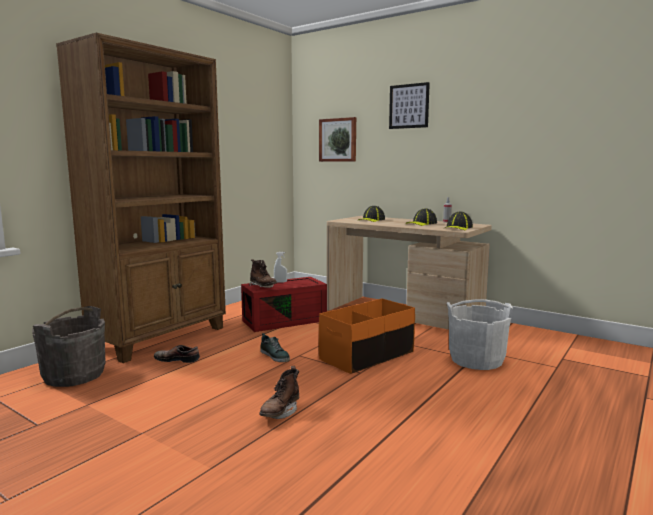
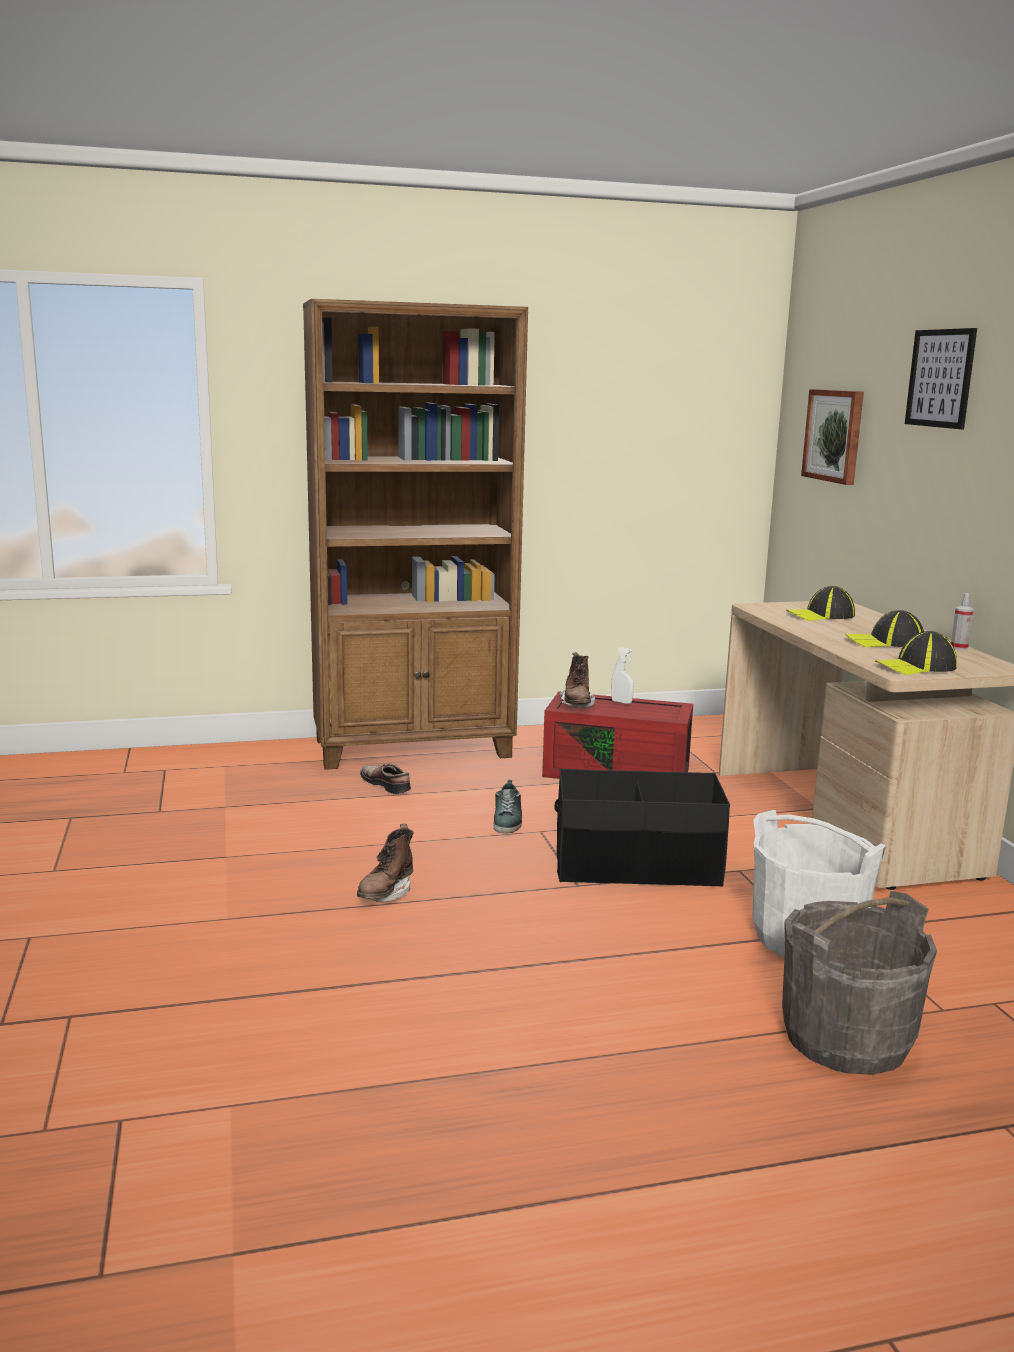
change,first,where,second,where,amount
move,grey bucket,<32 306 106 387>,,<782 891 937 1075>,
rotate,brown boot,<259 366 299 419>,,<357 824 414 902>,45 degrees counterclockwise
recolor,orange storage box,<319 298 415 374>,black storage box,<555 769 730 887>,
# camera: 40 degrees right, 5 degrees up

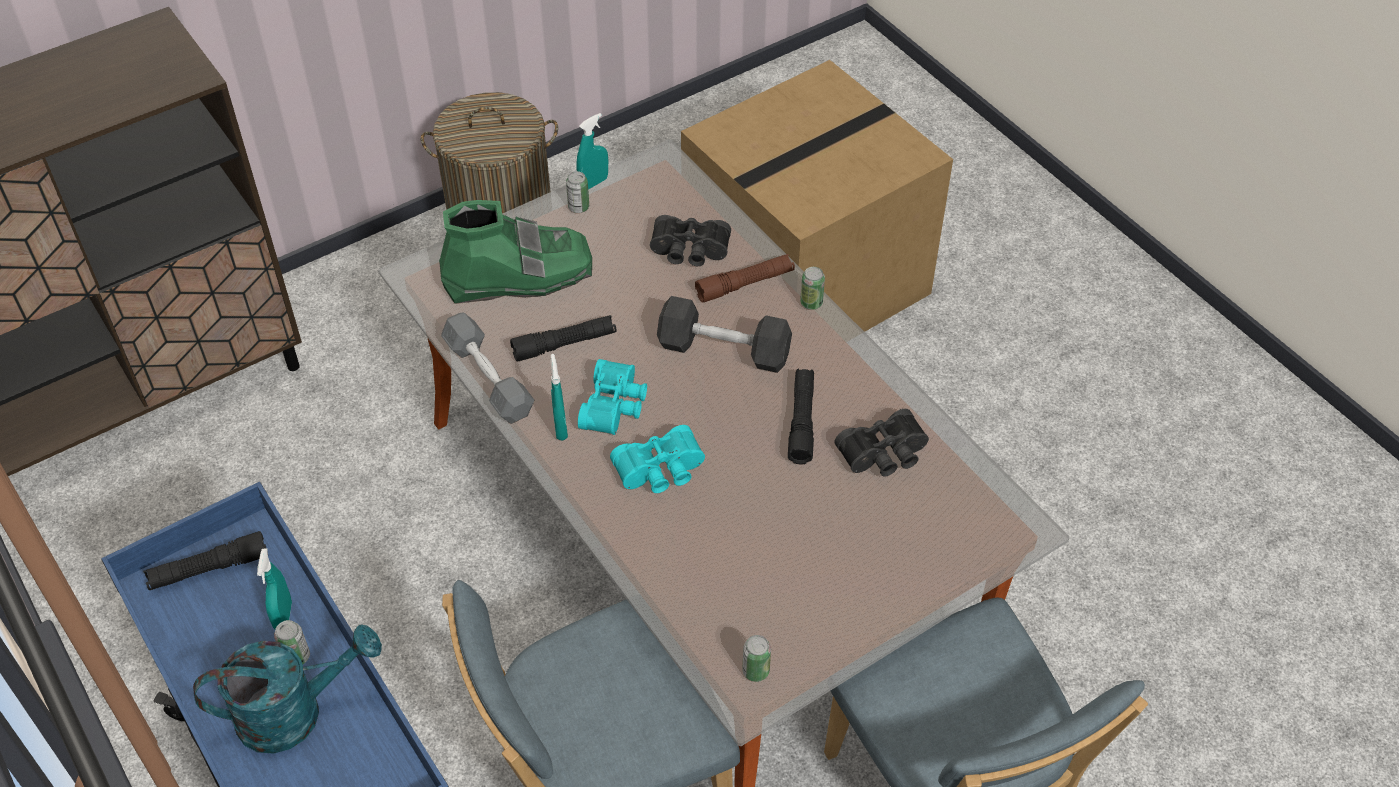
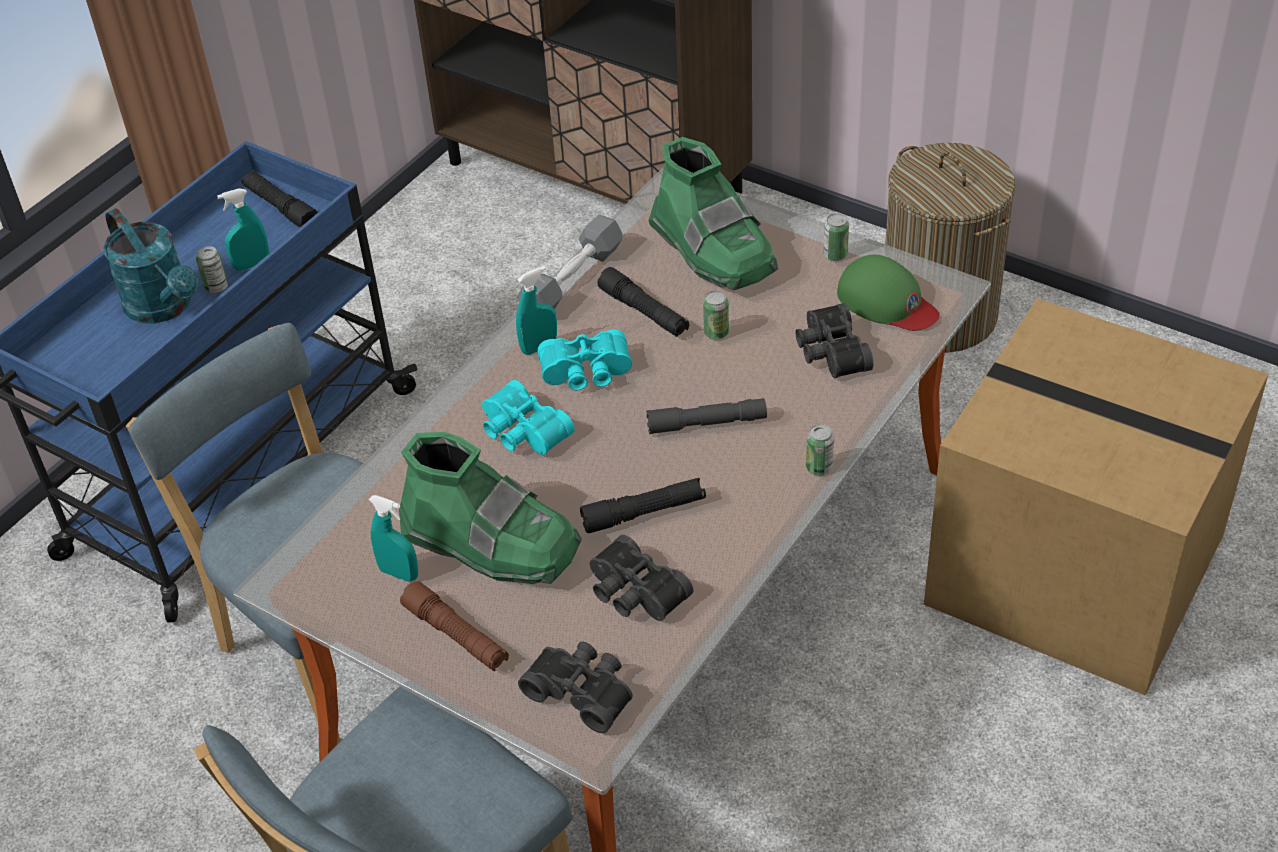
change,first,where,second,where,amount
move,turquoise spray bottle,<577 113 608 189>,,<369 495 418 582>,
replace,grey dumbbell,<657 296 792 373>,grey flashlight,<646 398 767 434>,
move,brown flashlight,<695 254 795 302>,,<400 581 509 671>,
move,can,<742 635 771 682>,,<703 291 729 339>,
insert,,,green boot,<399 432 582 584>,
insert,,,black binoculars,<518 641 633 733>,
insert,,,green cap,<837 255 939 331>,
# camera: 70 degrees right, 5 degrees down

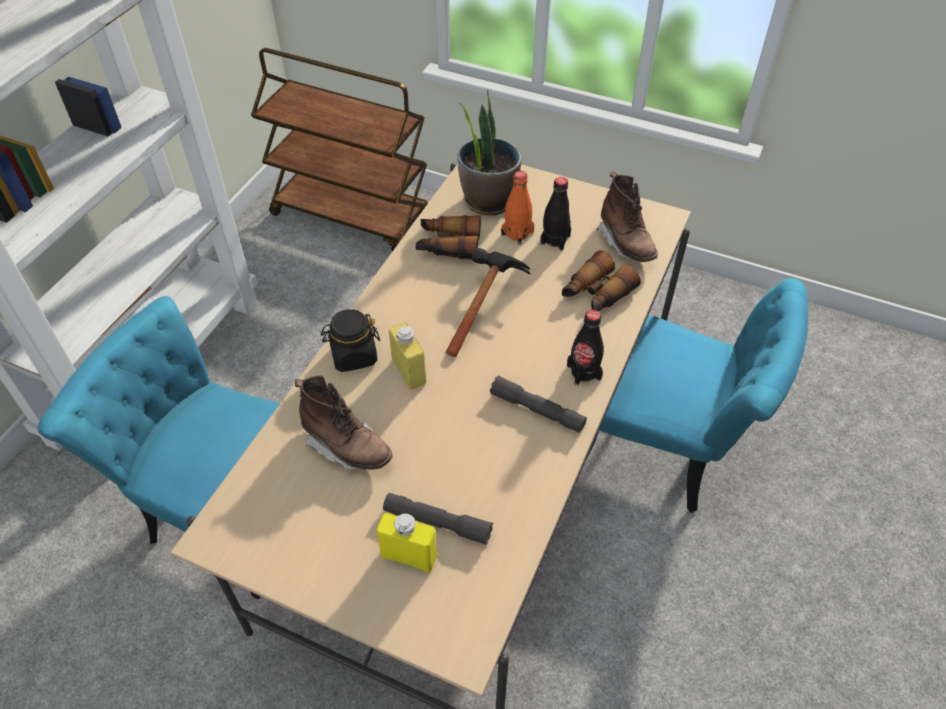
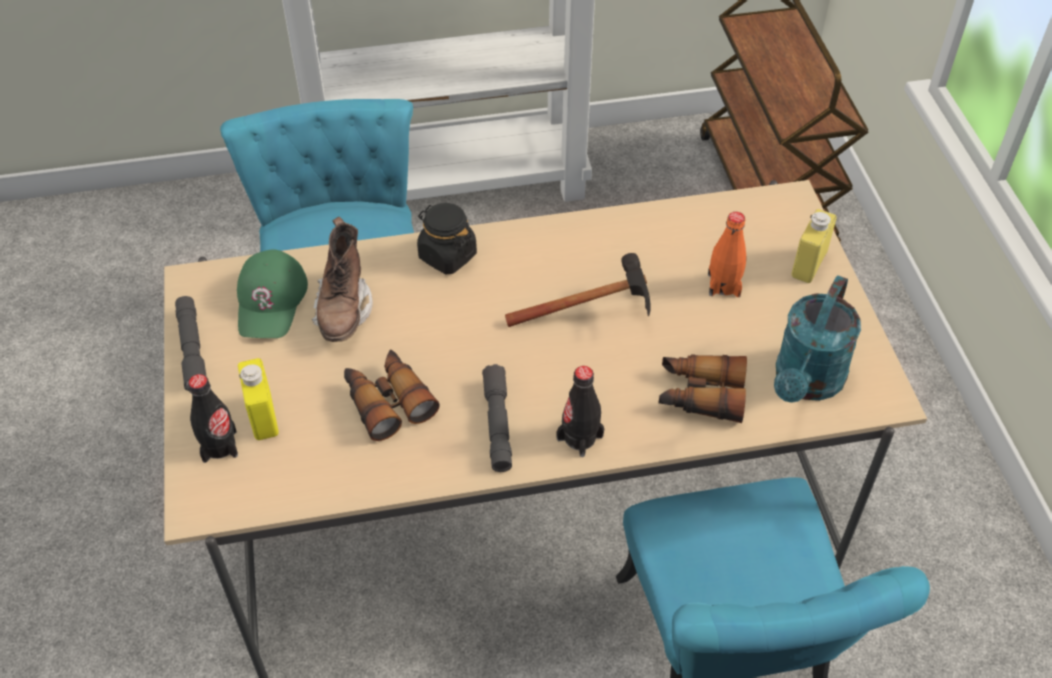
change,first,where,second,where,amount
move,grey flashlight,<383 493 493 545>,,<175 296 207 392>,
move,yellow bottle,<389 322 426 390>,,<792 209 837 283>,
move,binoculars,<416 215 481 260>,,<344 350 440 441>,
delete,potted plant,<457 89 522 215>,,,
move,black bottle,<540 177 571 251>,,<188 374 238 463>,
replace,brown boot,<596 171 658 262>,turquoise watering can,<774 275 861 403>,
insert,,,green cap,<237 250 308 338>,
# camera: 55 degrees right, 0 degrees up

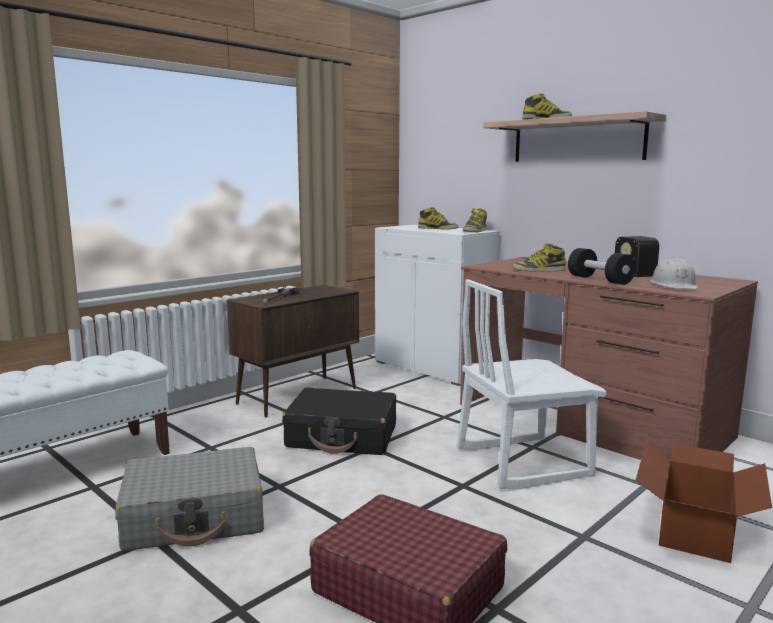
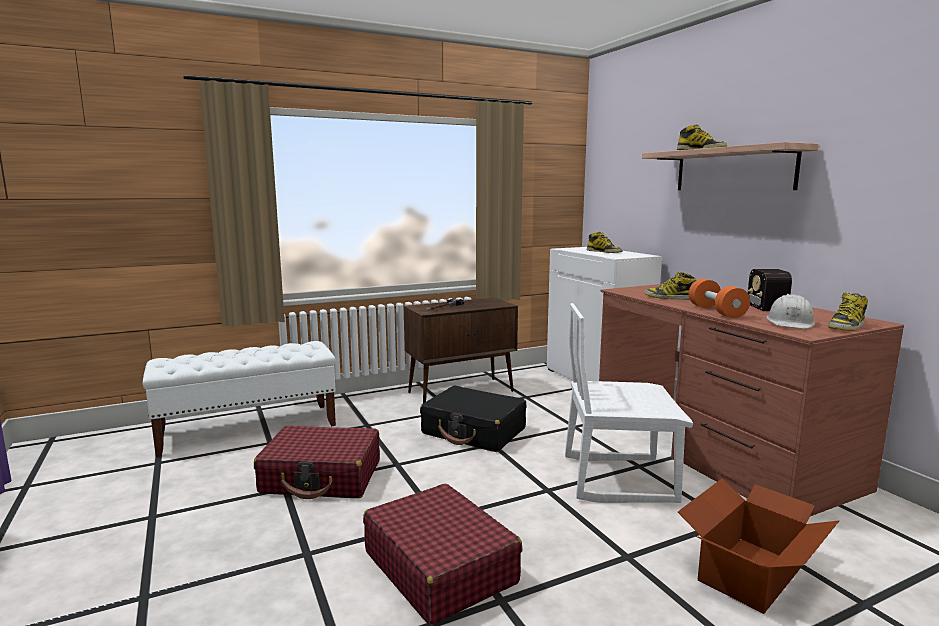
change,first,where,second,where,amount
recolor,grey suitcase,<115 447 264 551>,red suitcase,<254 425 380 499>,
move,boot,<463 208 487 232>,,<828 293 868 331>,
recolor,black dumbbell,<568 248 636 285>,orange dumbbell,<689 279 750 318>,
# camera: 20 degrees right, 0 degrees up

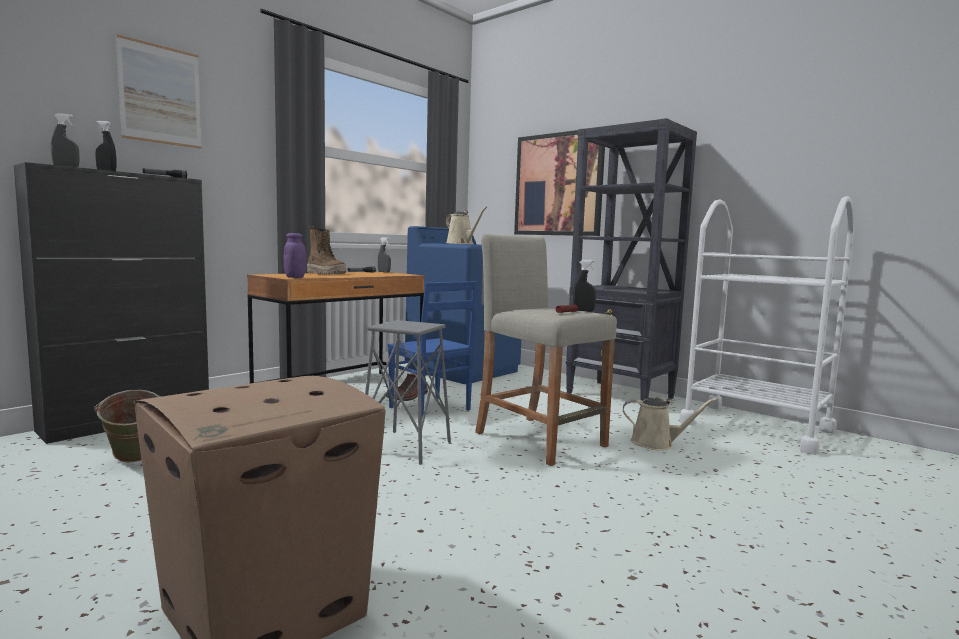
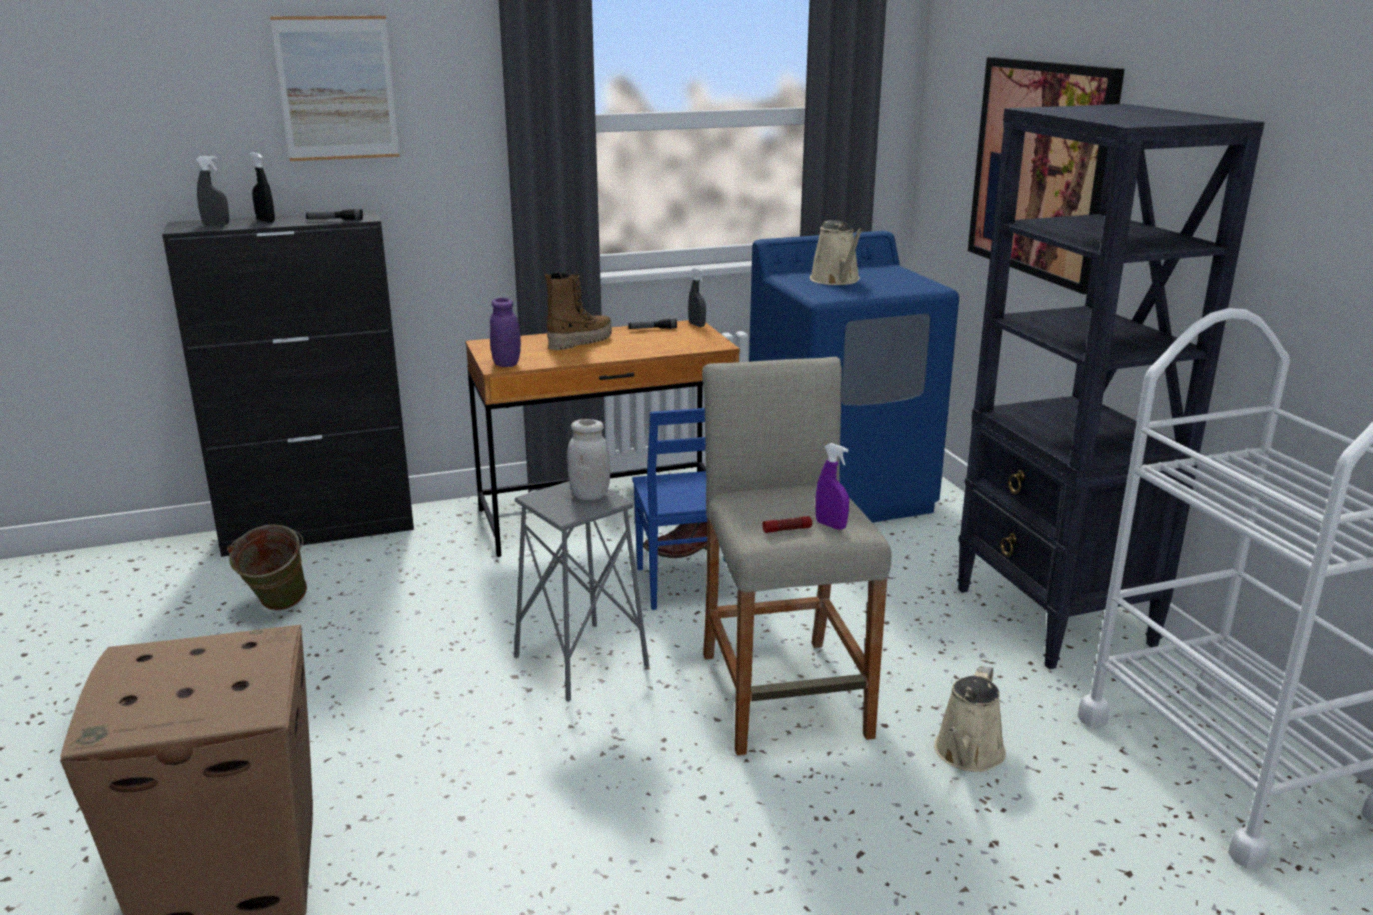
change,first,where,second,where,amount
rotate,boot,<307 226 346 275>,,<544 272 612 350>,105 degrees counterclockwise
recolor,black spray bottle,<573 260 596 311>,purple spray bottle,<815 443 849 530>,
rotate,beige watering can,<623 398 717 450>,,<934 666 1006 772>,75 degrees clockwise
insert,,,white jar,<567 419 610 500>,
# camera: 30 degrees right, 15 degrees up

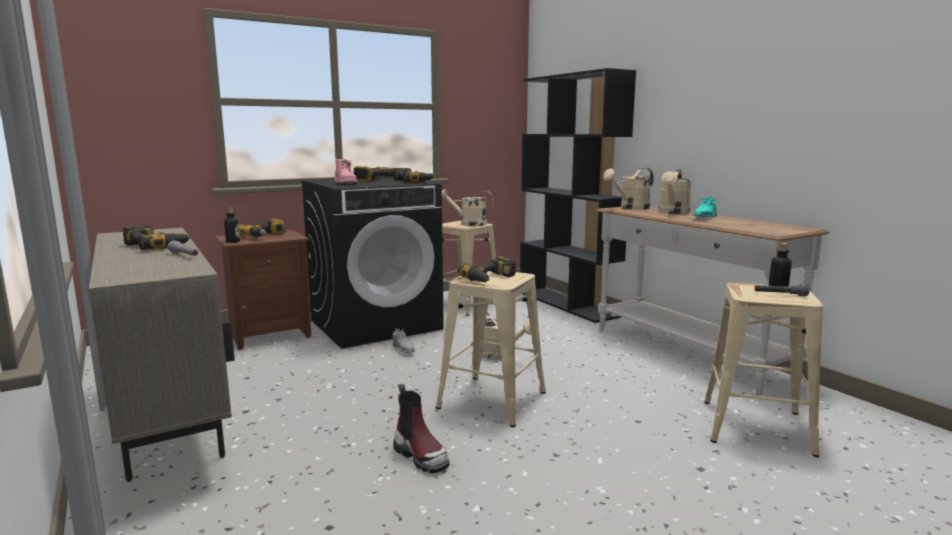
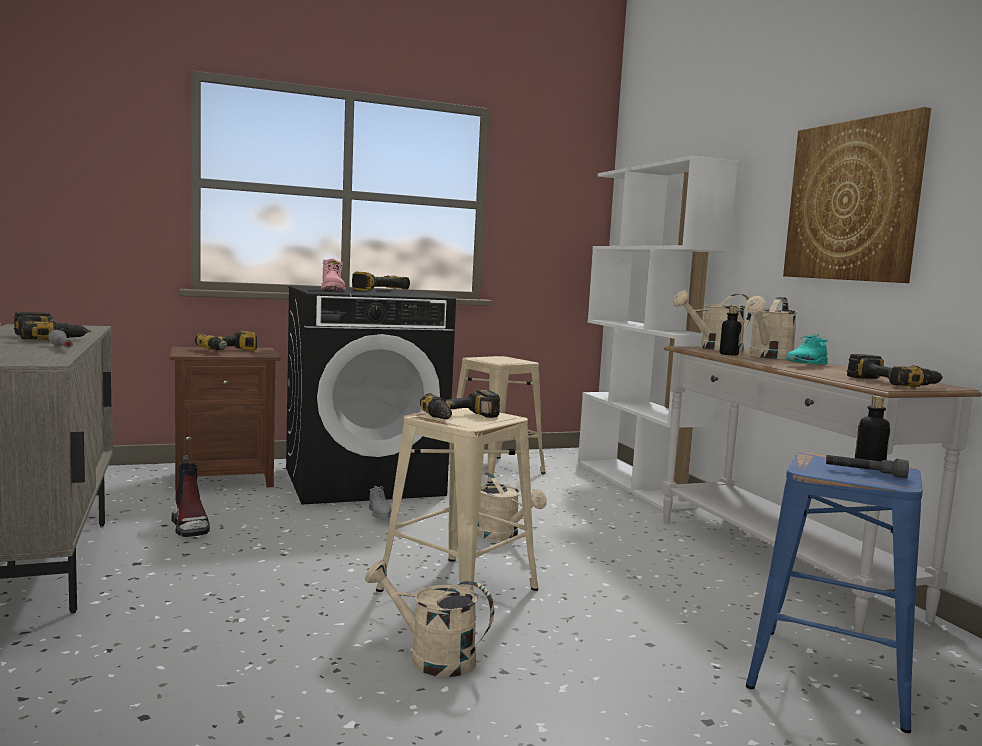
change,first,where,second,where,amount
move,bottle,<224 208 240 243>,,<720 306 741 355>,
move,power drill,<393 168 434 183>,,<847 354 943 388>,
move,boot,<393 384 450 473>,,<172 455 210 537>,
move,beige watering can,<442 189 493 226>,,<365 560 494 677>,
recolor,black bookcase,<520 68 636 323>,white bookcase,<578 155 738 510>,
recolor,beige stool,<704 283 823 457>,blue stool,<746 452 923 733>,
insert,,,picture,<783 107 931 283>,
# camera: 10 degrees right, 5 degrees down

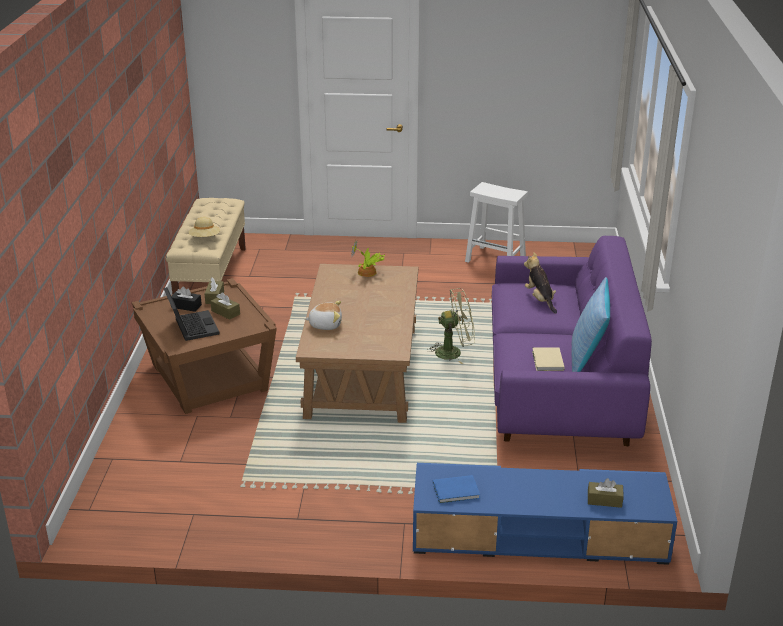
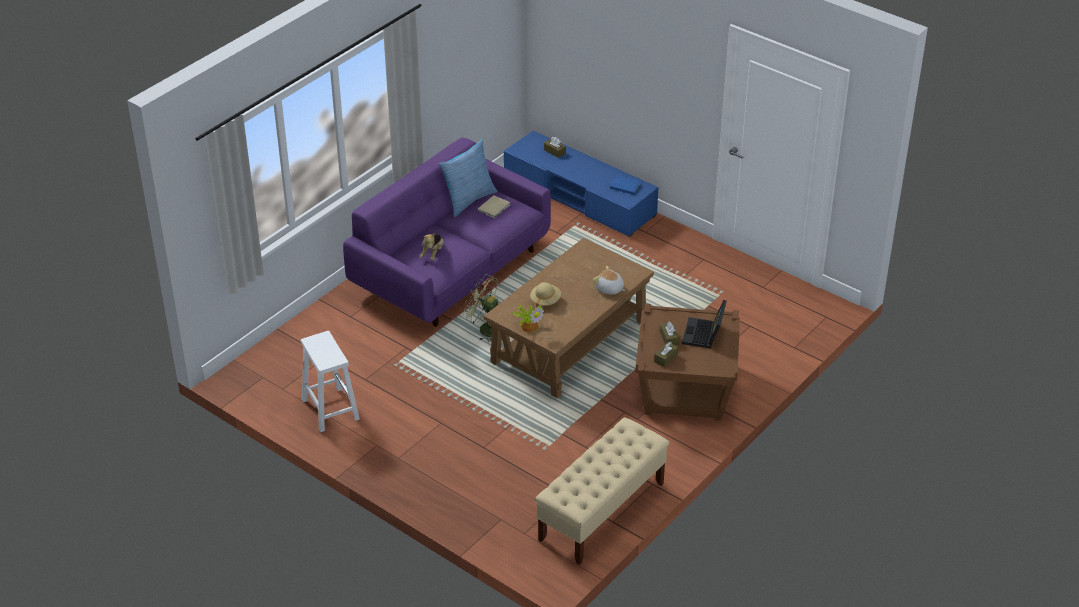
change,first,where,second,where,amount
delete,black tissue box,<171 286 202 312>,,,
move,beige hat,<189 217 220 237>,,<530 282 561 308>,
# camera: 145 degrees left, 10 degrees up

